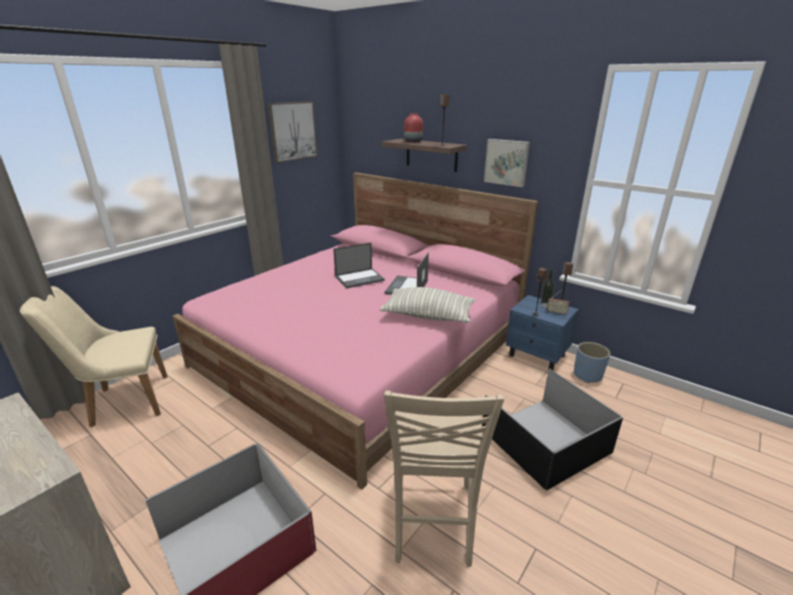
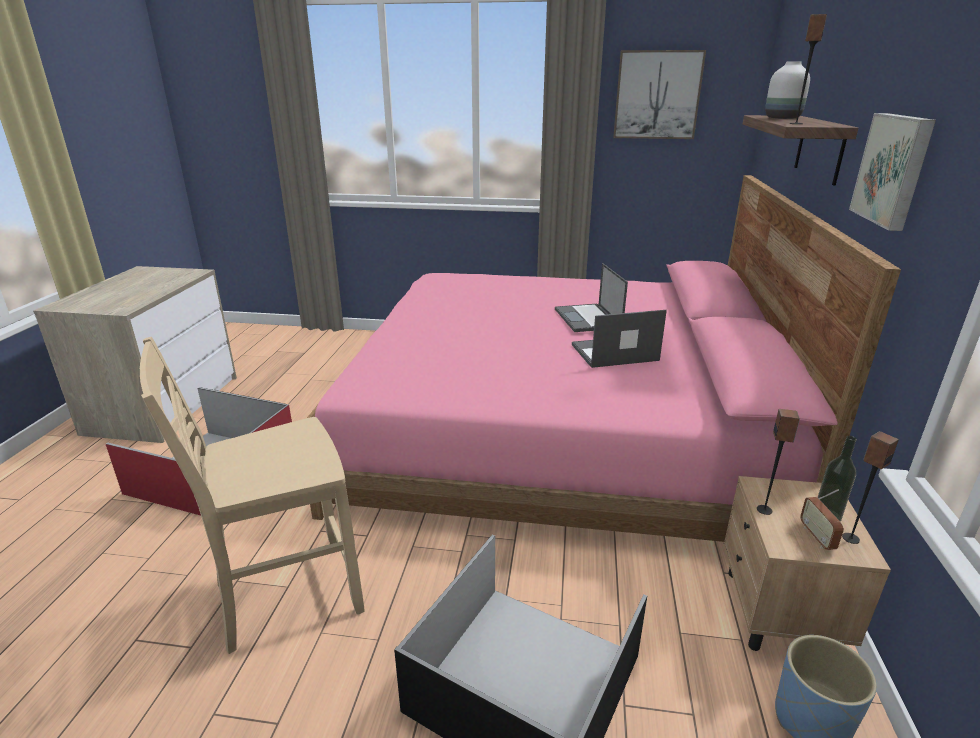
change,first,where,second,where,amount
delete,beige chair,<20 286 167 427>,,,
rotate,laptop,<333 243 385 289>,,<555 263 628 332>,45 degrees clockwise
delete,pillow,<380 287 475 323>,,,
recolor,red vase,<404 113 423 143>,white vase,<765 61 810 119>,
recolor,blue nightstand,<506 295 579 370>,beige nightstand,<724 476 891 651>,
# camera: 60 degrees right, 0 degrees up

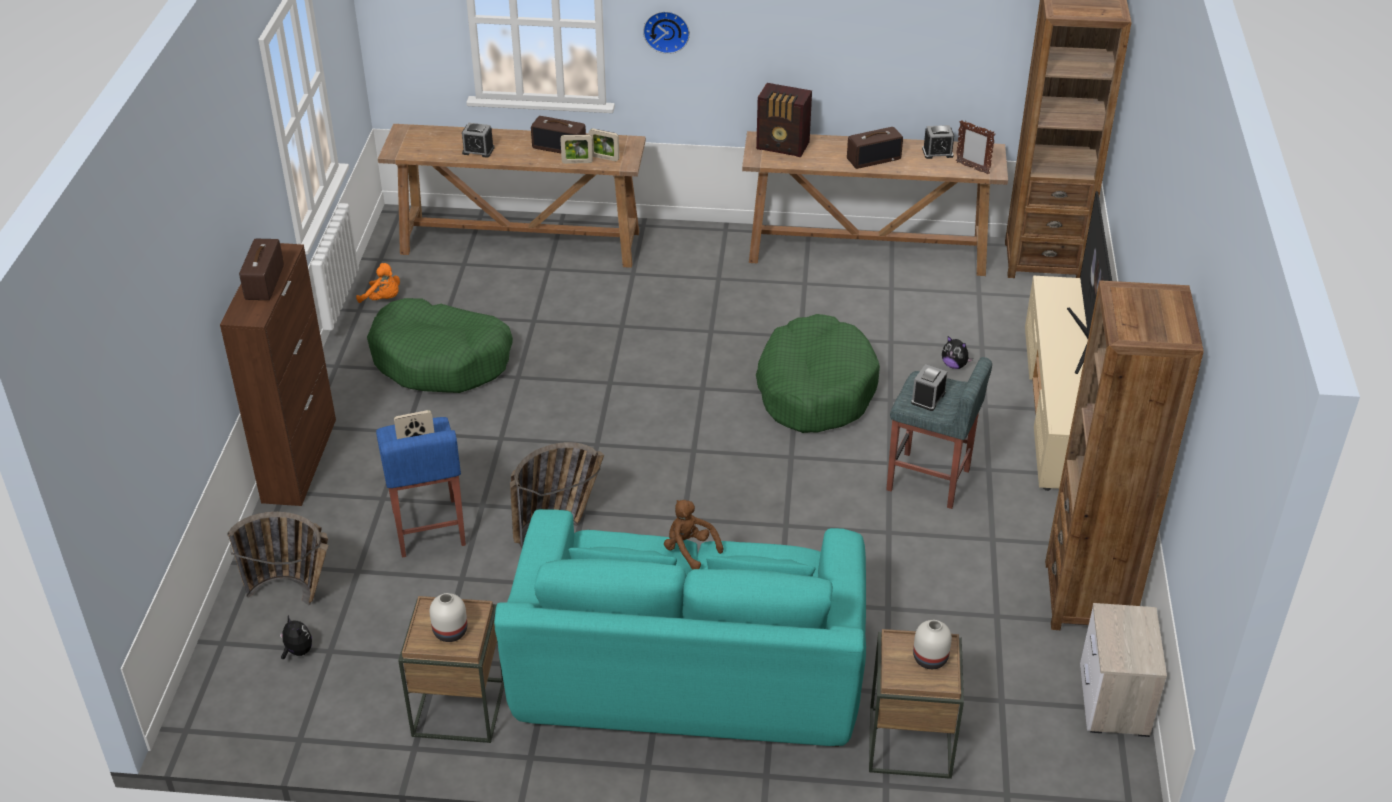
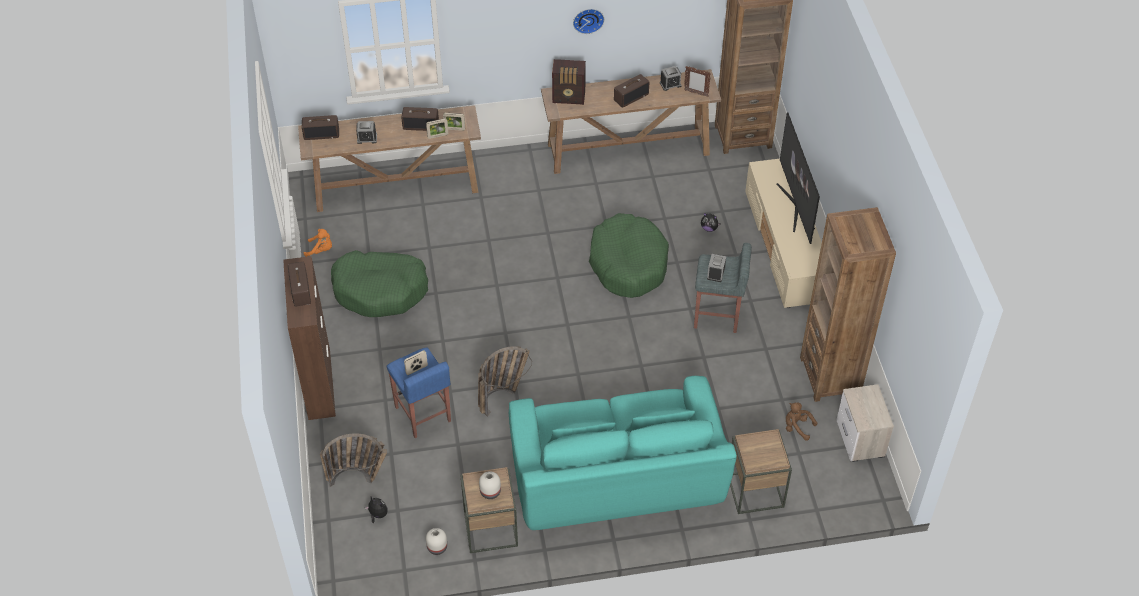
change,first,where,second,where,amount
move,wall clock,<643 11 690 54>,,<573 9 604 34>,
move,brown plush toy,<664 500 723 570>,,<786 402 817 441>,
move,white vase,<913 620 952 669>,,<426 528 447 555>,
insert,,,radio,<302 115 339 140>,
# camera: 15 degrees left, 10 degrees up

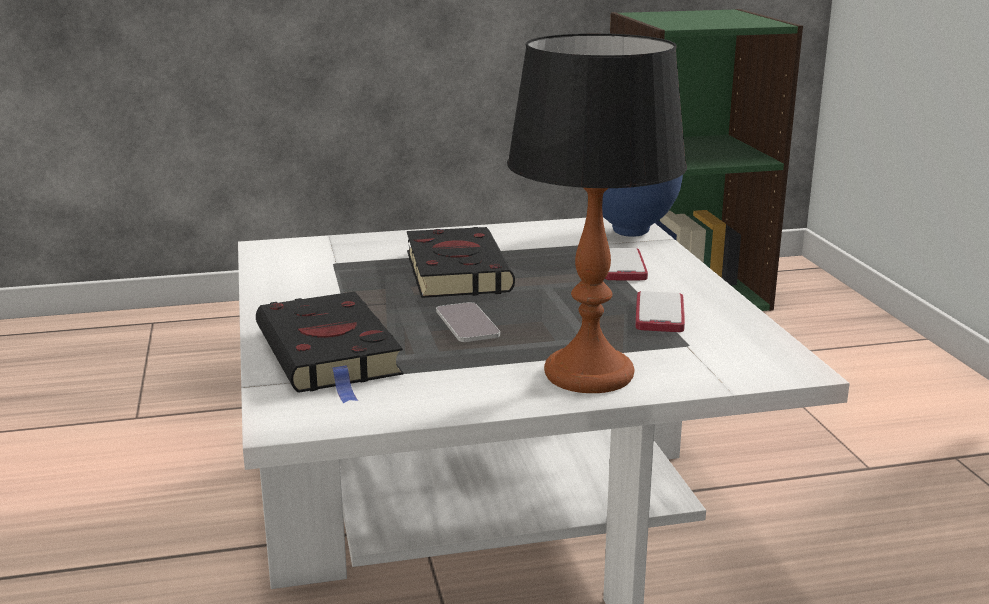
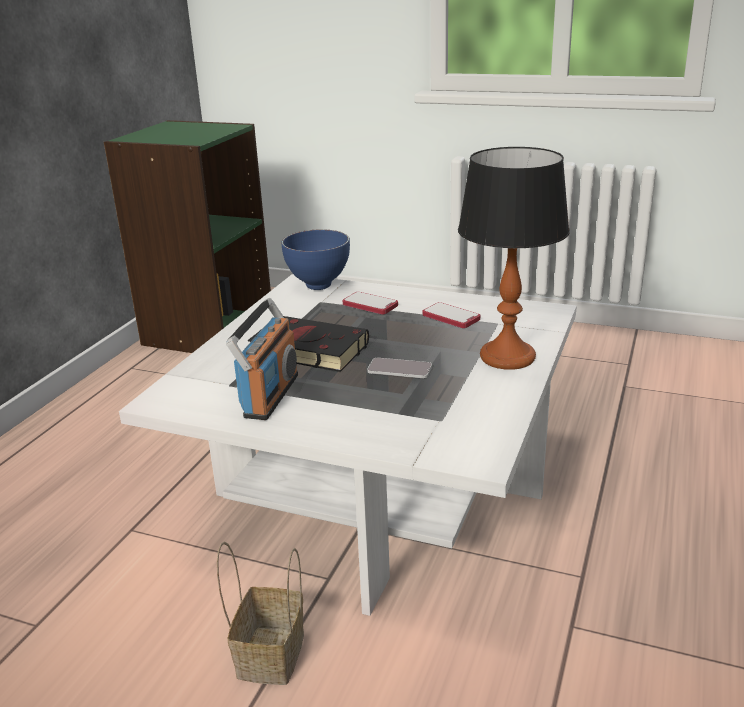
change,first,where,second,where,amount
delete,black book,<256 291 403 403>,,,
insert,,,basket,<217 541 304 685>,
insert,,,radio,<226 298 298 420>,
# camera: 55 degrees left, 5 degrees up

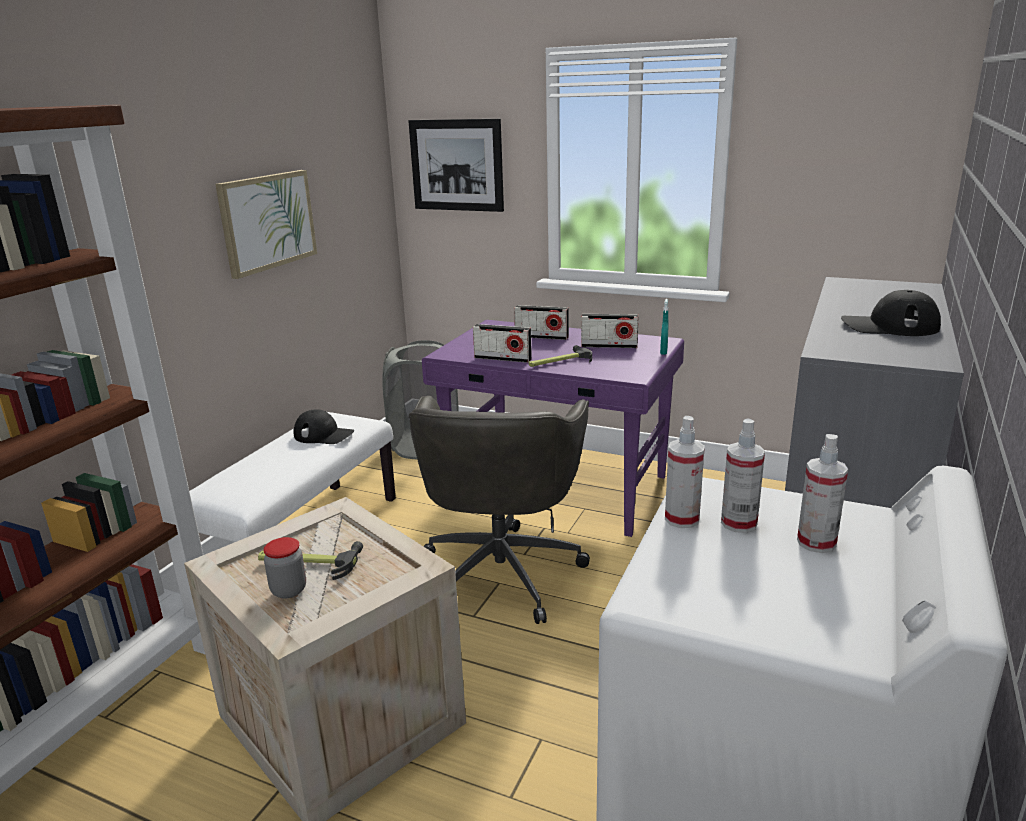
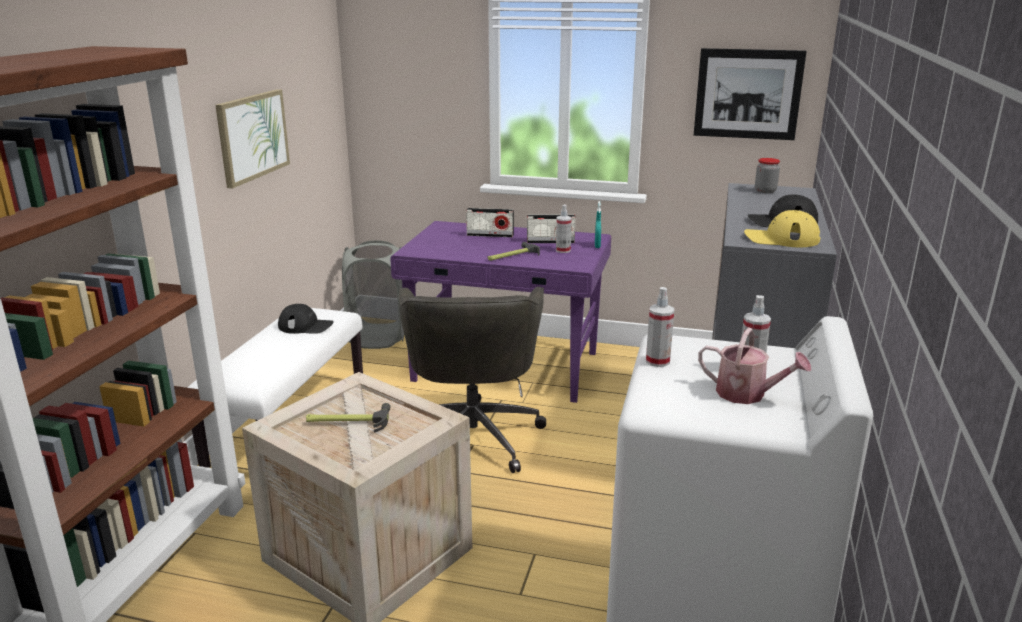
change,first,where,second,where,amount
move,jar,<263 537 306 599>,,<755 158 780 193>,
move,picture,<408 119 504 212>,,<694 48 807 140>,
delete,radio,<473 324 532 363>,,,
move,spray bottle,<721 419 765 533>,,<556 204 572 253>,
insert,,,watering can,<698 328 811 404>,
insert,,,yellow cap,<744 210 820 247>,
# camera: 10 degrees left, 0 degrees up

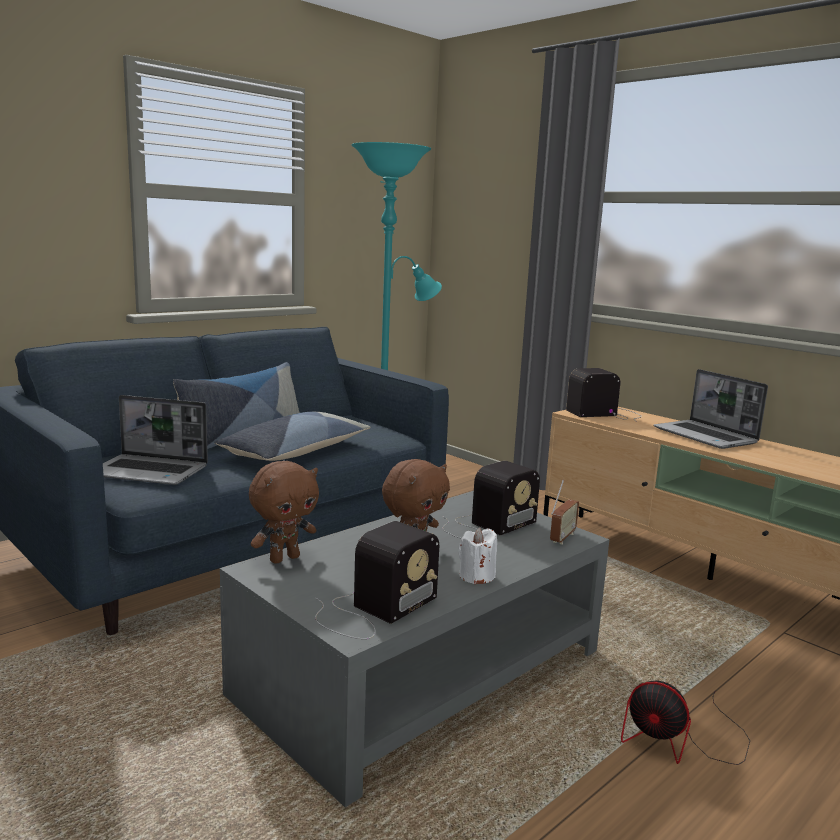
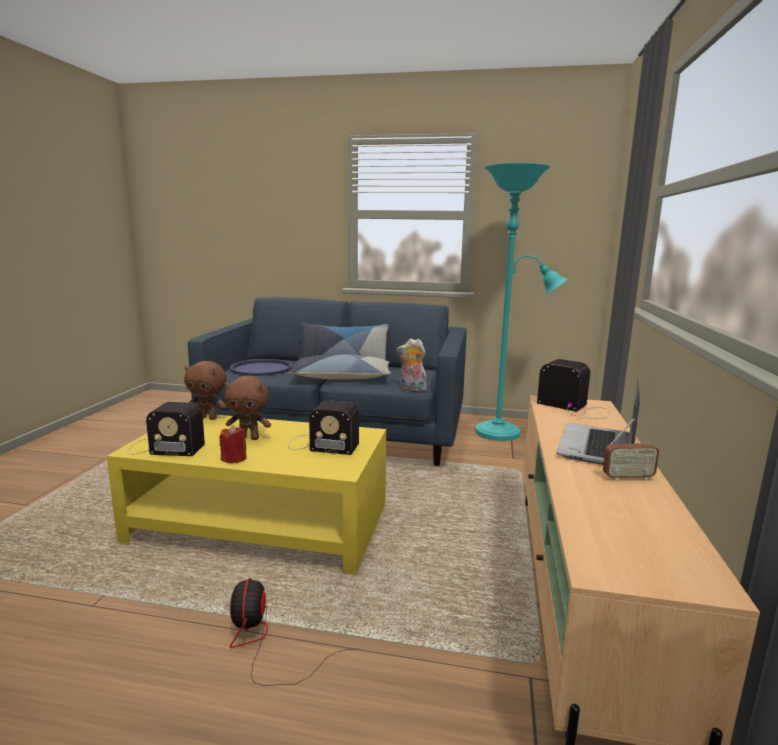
change,first,where,second,where,amount
replace,laptop,<103 395 208 485>,blue tray,<230 359 293 376>,
recolor,grey coffee table,<220 491 610 807>,yellow coffee table,<107 414 386 575>,
recolor,white candle,<458 528 497 584>,red candle,<220 425 247 463>,
move,radio,<550 480 579 545>,,<603 418 659 481>,
insert,,,plush toy,<397 339 426 391>,
# camera: 55 degrees right, 0 degrees up

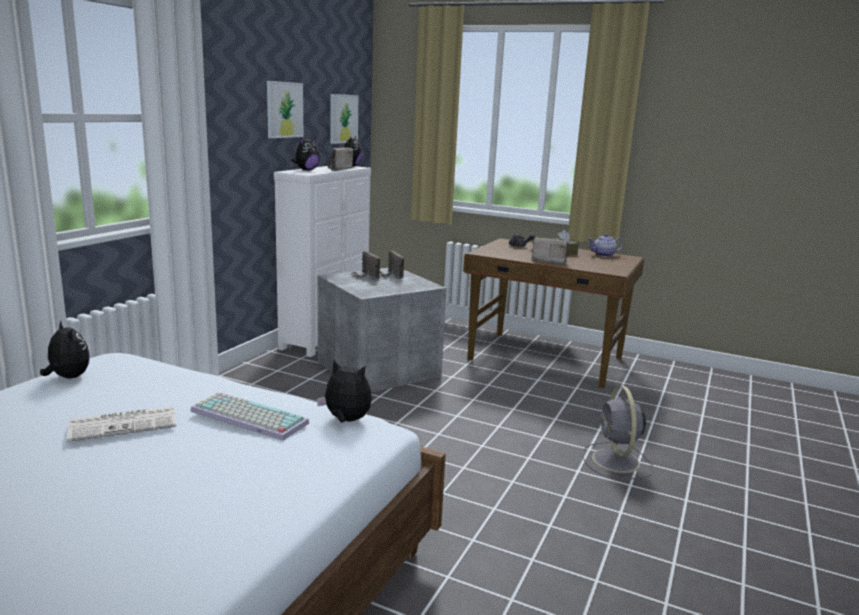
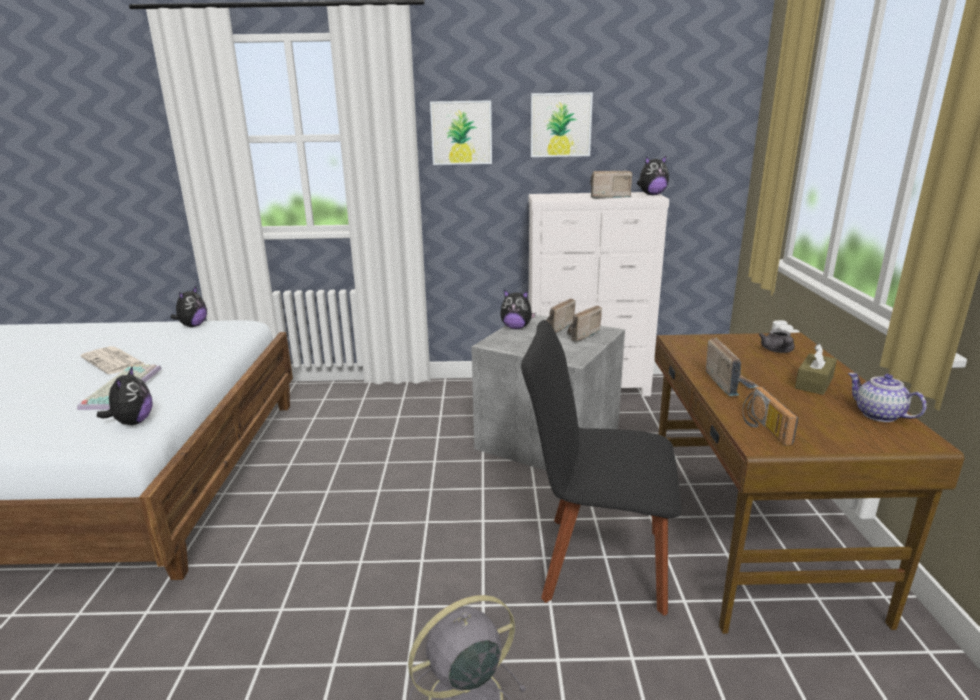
change,first,where,second,where,amount
move,plush toy,<292 137 320 171>,,<500 290 536 329>,
move,picture,<330 94 359 144>,,<430 100 492 165>,
insert,,,black chair,<521 320 682 615>,
insert,,,radio,<742 387 798 445>,
# camera: 65 degrees right, 5 degrees up

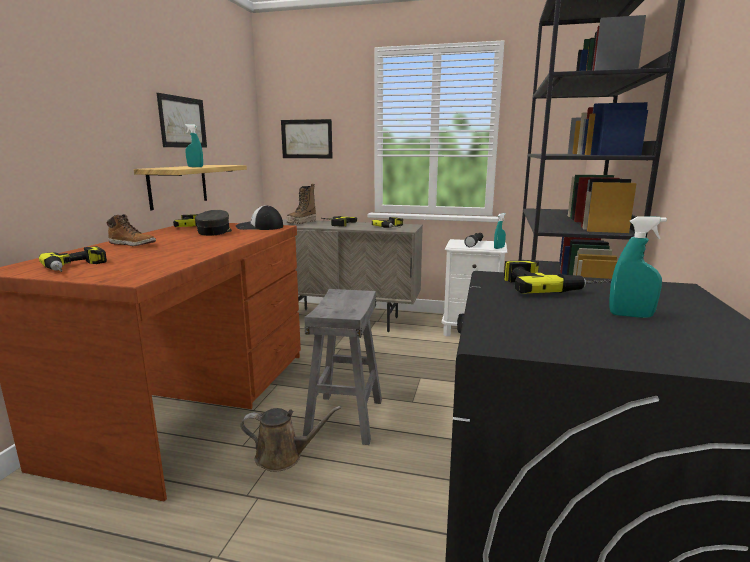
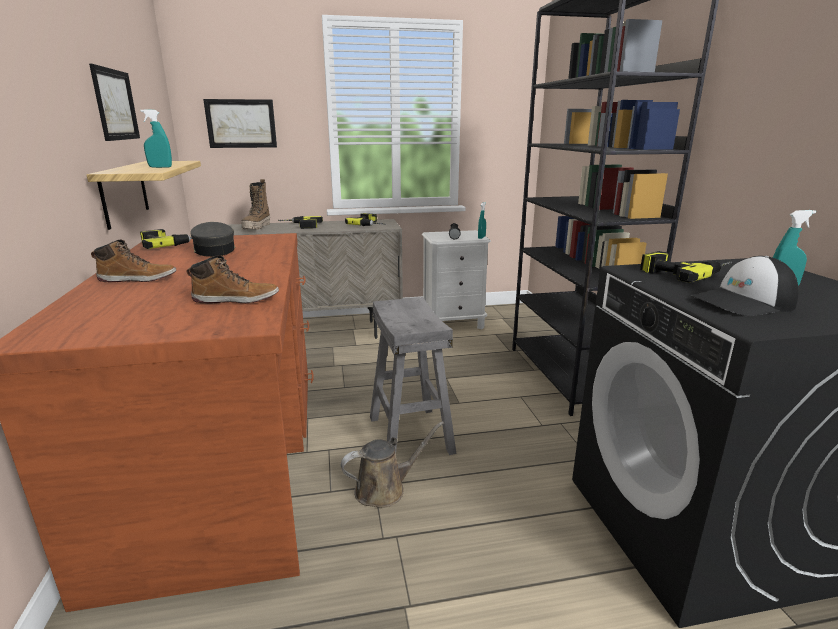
change,first,where,second,where,amount
delete,power drill,<39 246 107 272>,,,
move,cap,<236 205 283 230>,,<691 256 799 316>,
insert,,,boot,<186 255 279 304>,
# camera: 25 degrees left, 5 degrees up

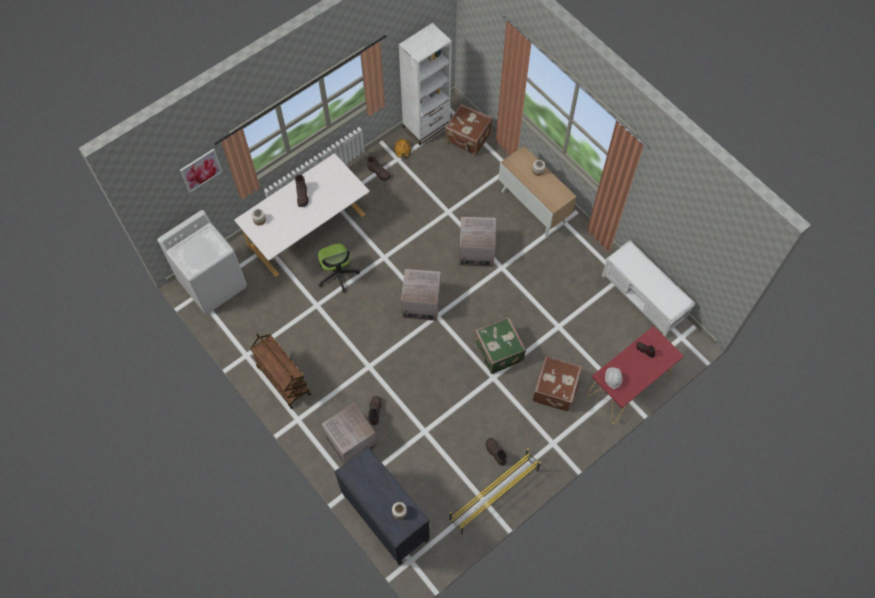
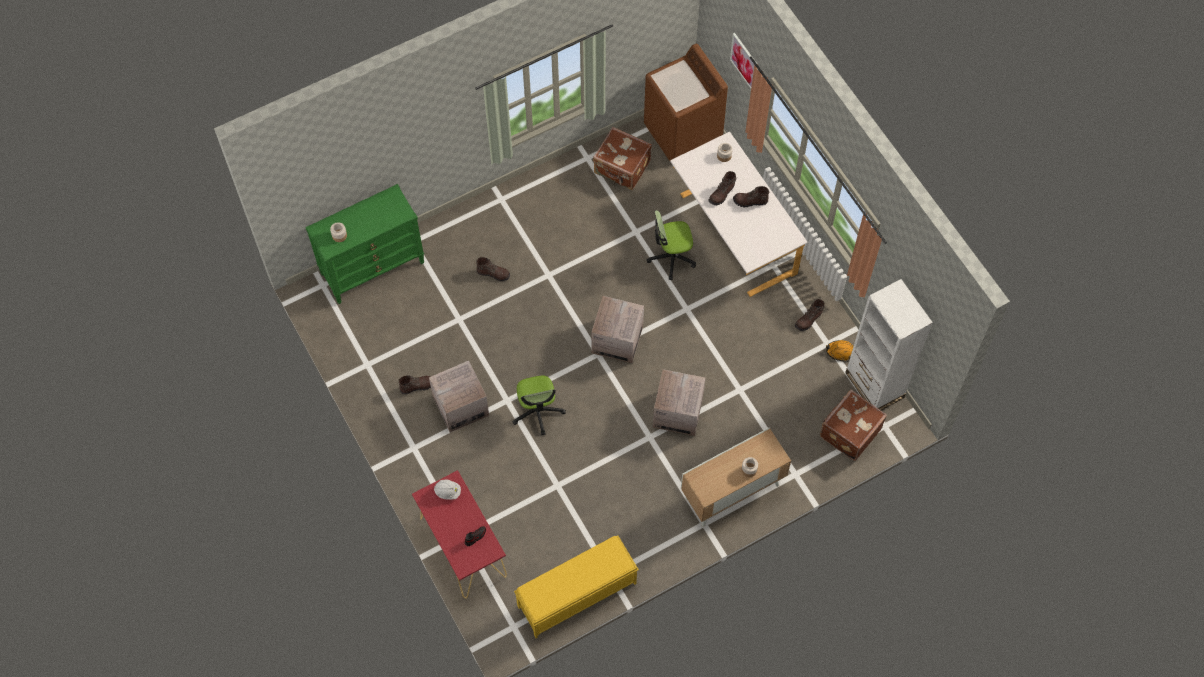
change,first,where,second,where,amount
recolor,white washing machine,<157 210 247 314>,brown washing machine,<644 44 728 164>,
delete,brown cart,<250 334 311 409>,,,
move,cardboard box,<322 403 378 464>,,<429 361 489 433>,
recolor,black dresser,<334 446 430 565>,green dresser,<305 184 425 304>,
delete,yellow shoe rack,<449 448 541 535>,,,
replace,green suitcase,<475 317 526 374>,office chair,<513 375 566 435>,
move,brown suitcase,<533 356 582 411>,,<593 127 652 190>,
recolor,white bench,<602 240 695 337>,yellow bench,<514 535 639 638>,
insert,,,brown boot,<708 171 737 205>,
# camera: 100 degrees right, 0 degrees up

